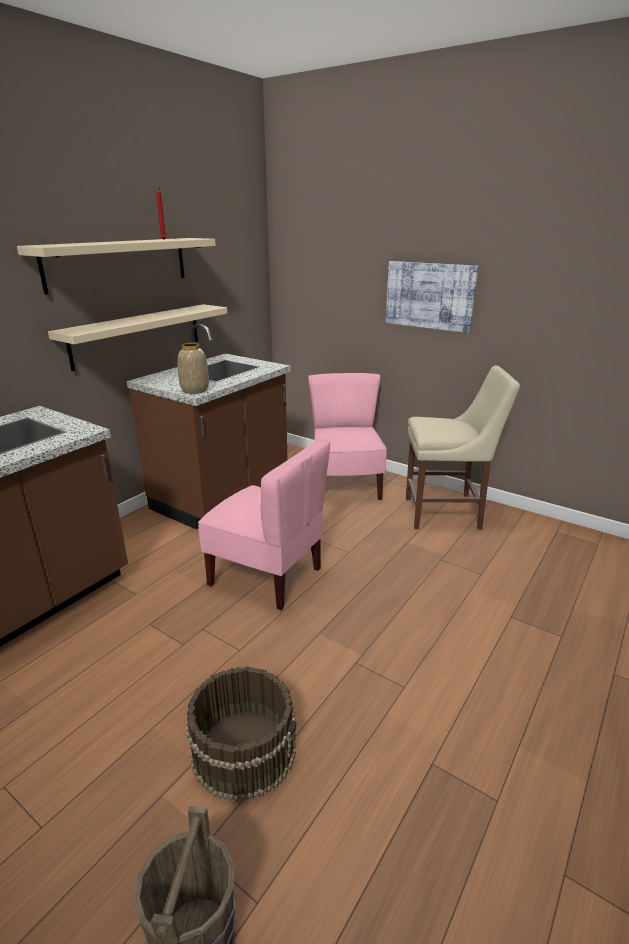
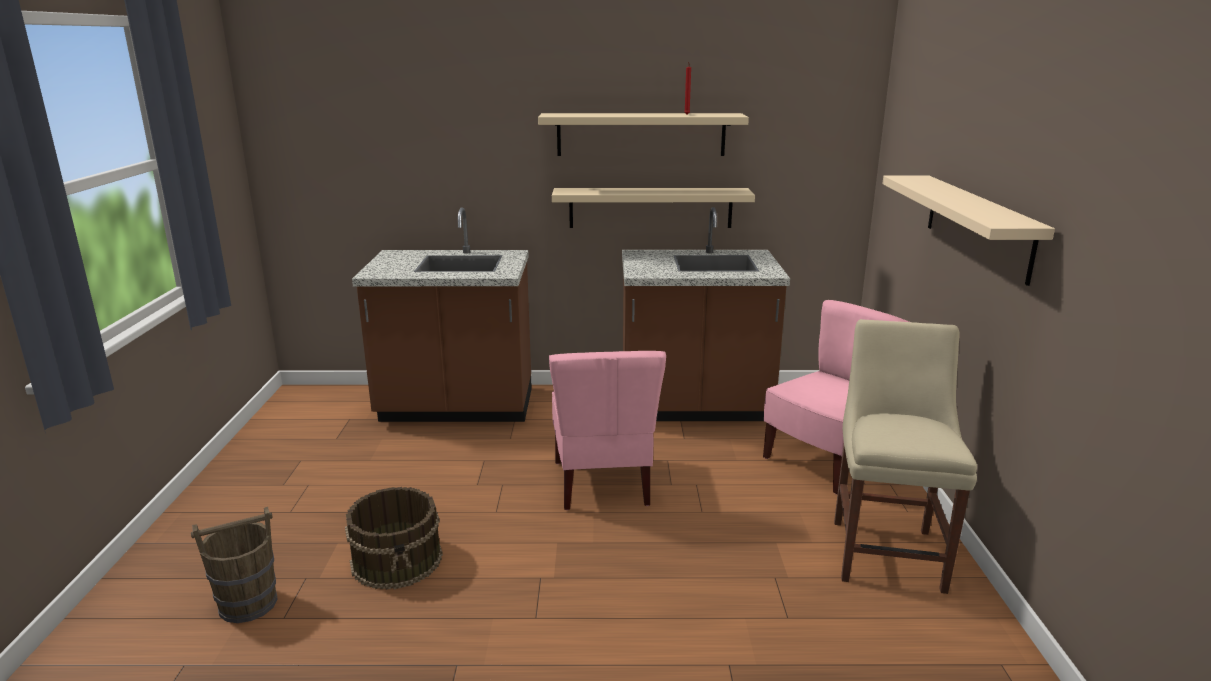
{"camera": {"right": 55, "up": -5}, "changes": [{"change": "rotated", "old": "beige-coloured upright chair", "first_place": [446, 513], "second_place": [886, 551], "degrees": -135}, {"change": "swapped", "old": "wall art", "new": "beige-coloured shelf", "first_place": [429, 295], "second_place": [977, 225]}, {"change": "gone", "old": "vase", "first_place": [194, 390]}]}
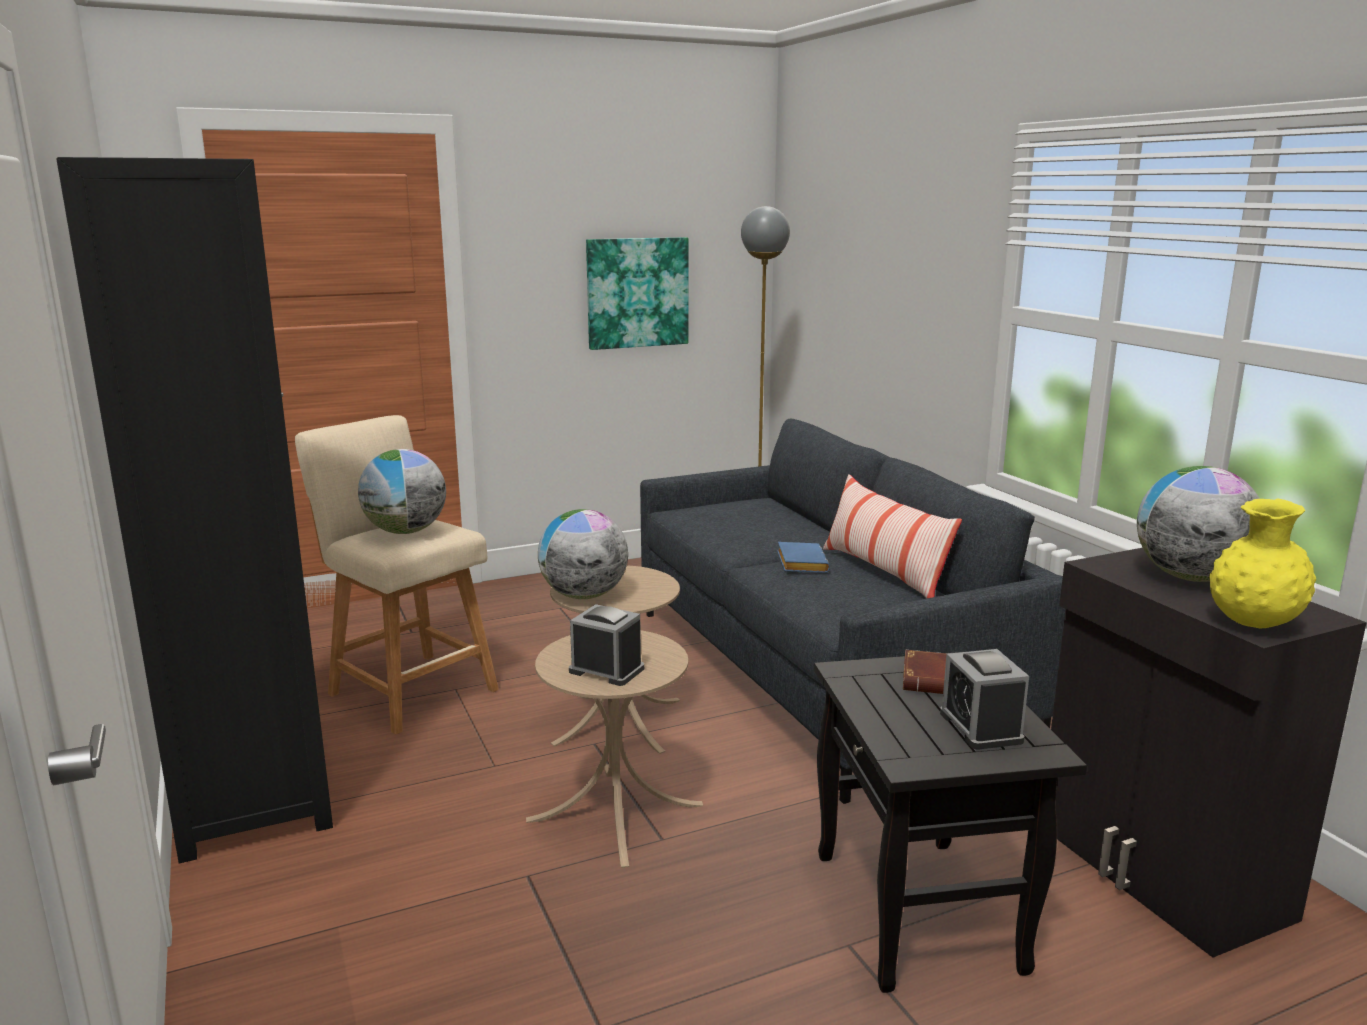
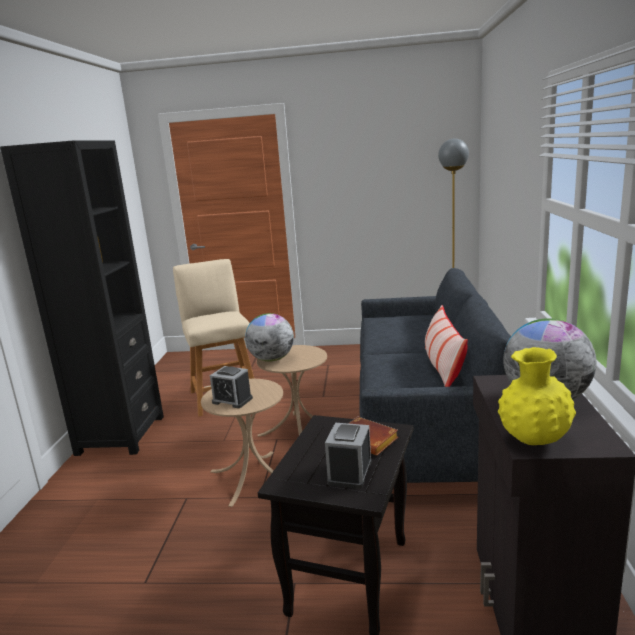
{"camera": {"right": 30, "up": 0}, "changes": [{"change": "rotated", "old": "bedside clock", "first_place": [606, 670], "second_place": [232, 400], "degrees": 150}, {"change": "gone", "old": "globe", "first_place": [405, 531]}, {"change": "gone", "old": "wall art", "first_place": [637, 292]}, {"change": "gone", "old": "bluish book", "first_place": [800, 563]}]}
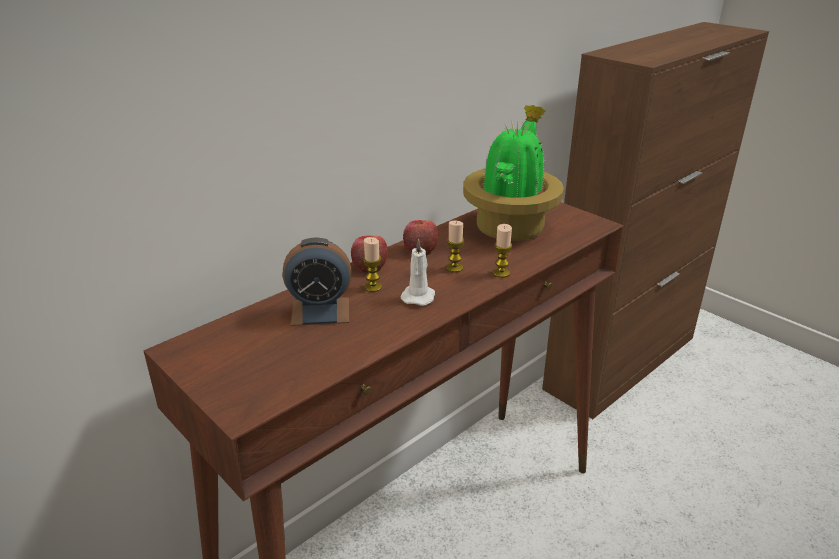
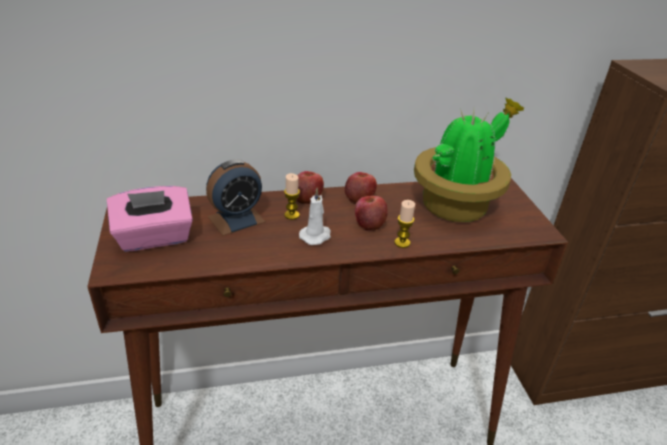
{"camera": {"right": 30, "up": 5}, "changes": [{"change": "new", "new": "pink box of tissues", "second_place": [155, 238]}, {"change": "rotated", "old": "bedside clock", "first_place": [320, 311], "second_place": [236, 219], "degrees": -60}, {"change": "swapped", "old": "wax candle", "new": "apple", "first_place": [454, 268], "second_place": [369, 223]}]}
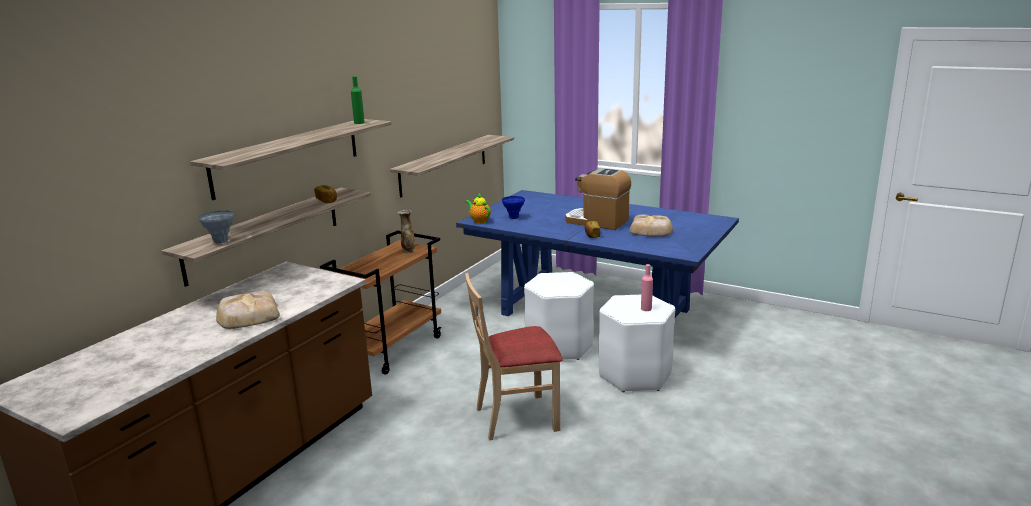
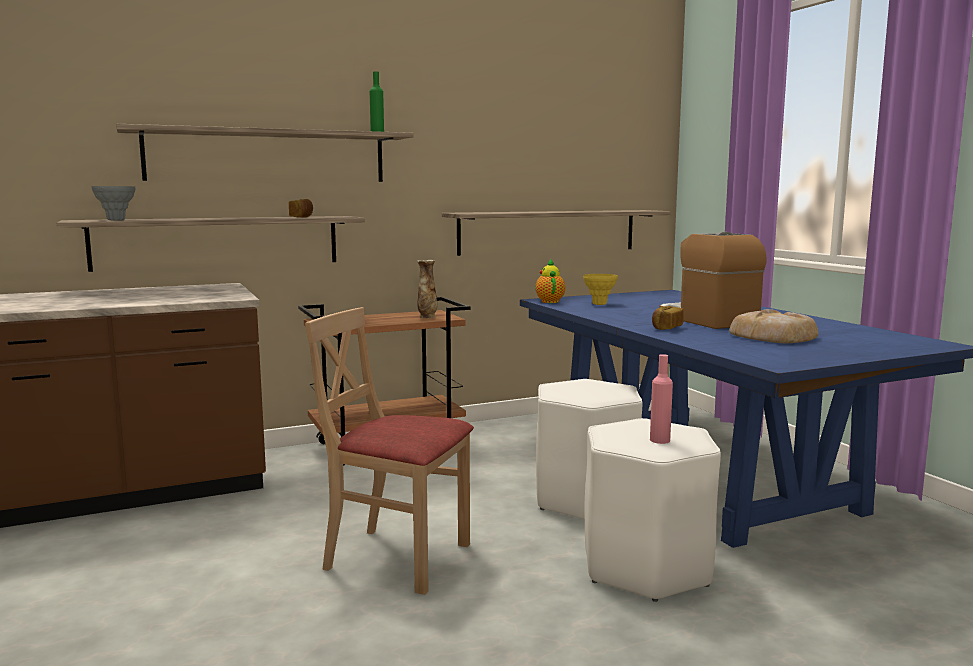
{"camera": {"right": 35, "up": -10}, "changes": [{"change": "repainted", "old": "bluish vase", "new": "yellow vase", "first_place": [513, 217], "second_place": [599, 304]}, {"change": "gone", "old": "baked bread", "first_place": [247, 316]}]}
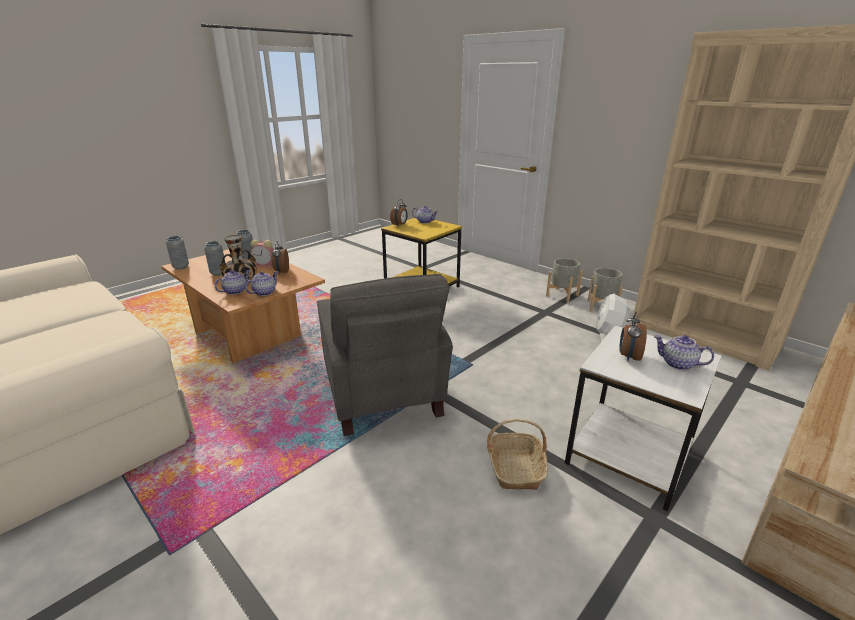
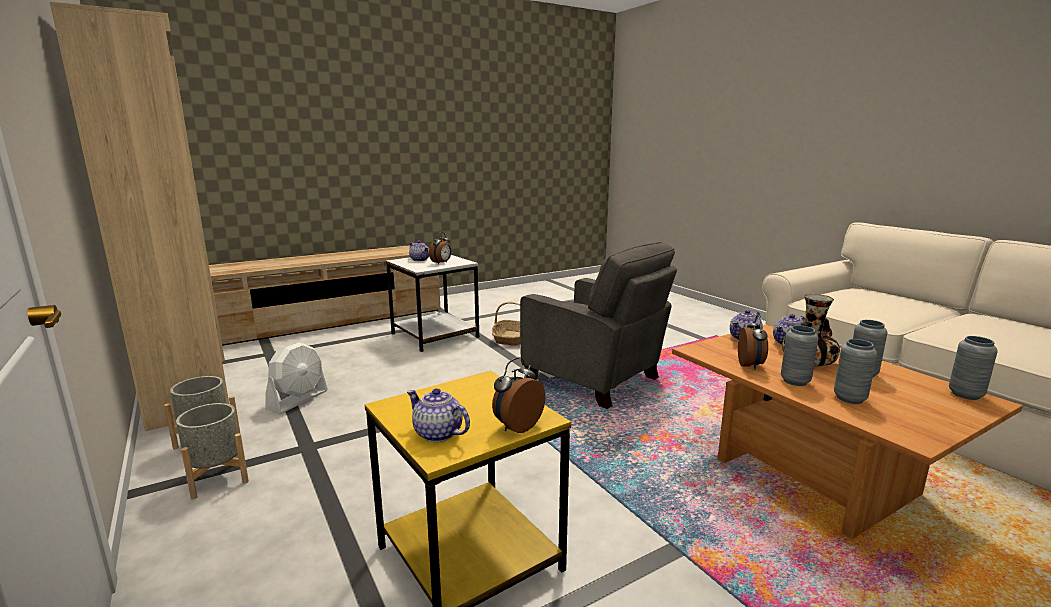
{"camera": {"right": -165, "up": -10}, "changes": [{"change": "rotated", "old": "greyish easy chair", "first_place": [383, 397], "second_place": [595, 380], "degrees": 135}, {"change": "swapped", "old": "bedside clock", "new": "greyish vase", "first_place": [265, 265], "second_place": [795, 381]}]}
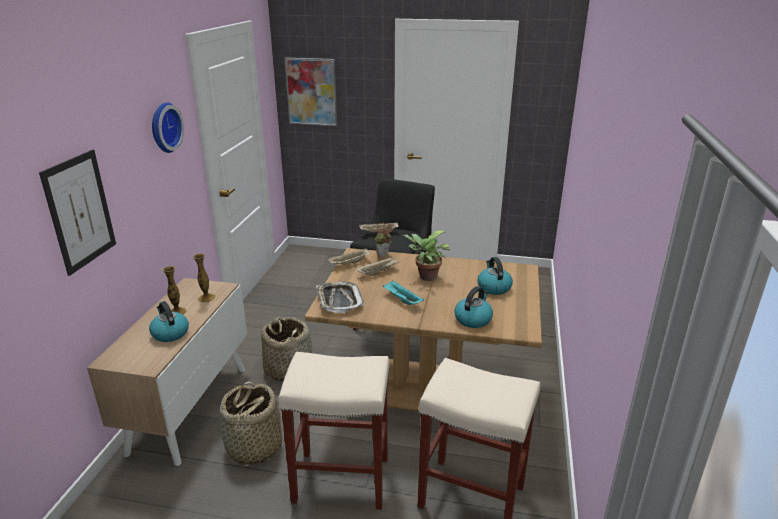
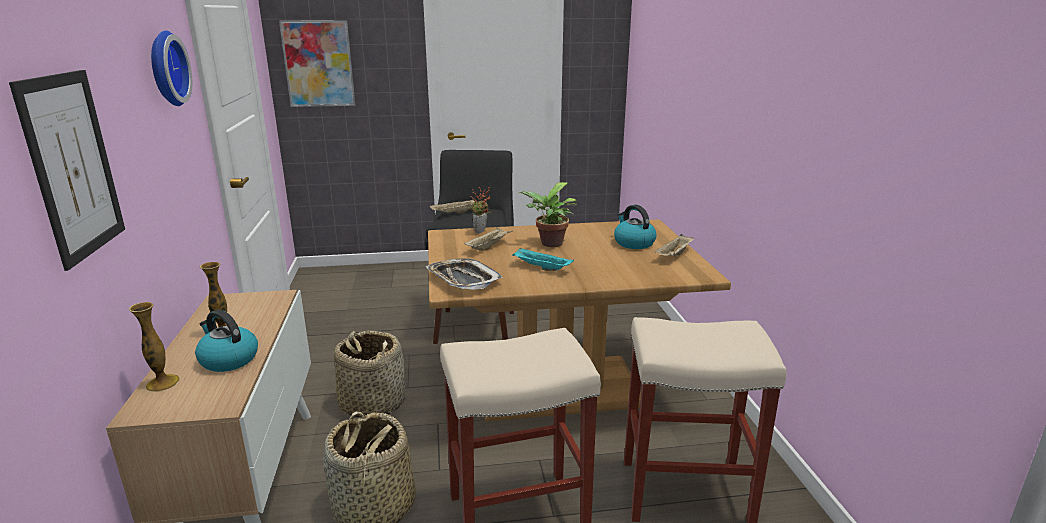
{"camera": {"right": -20, "up": -5}, "changes": [{"change": "shifted", "old": "vase", "first_place": [206, 298], "second_place": [162, 383]}, {"change": "shifted", "old": "beige-coloured serving tray", "first_place": [349, 263], "second_place": [674, 255]}, {"change": "gone", "old": "kettle", "first_place": [473, 319]}]}
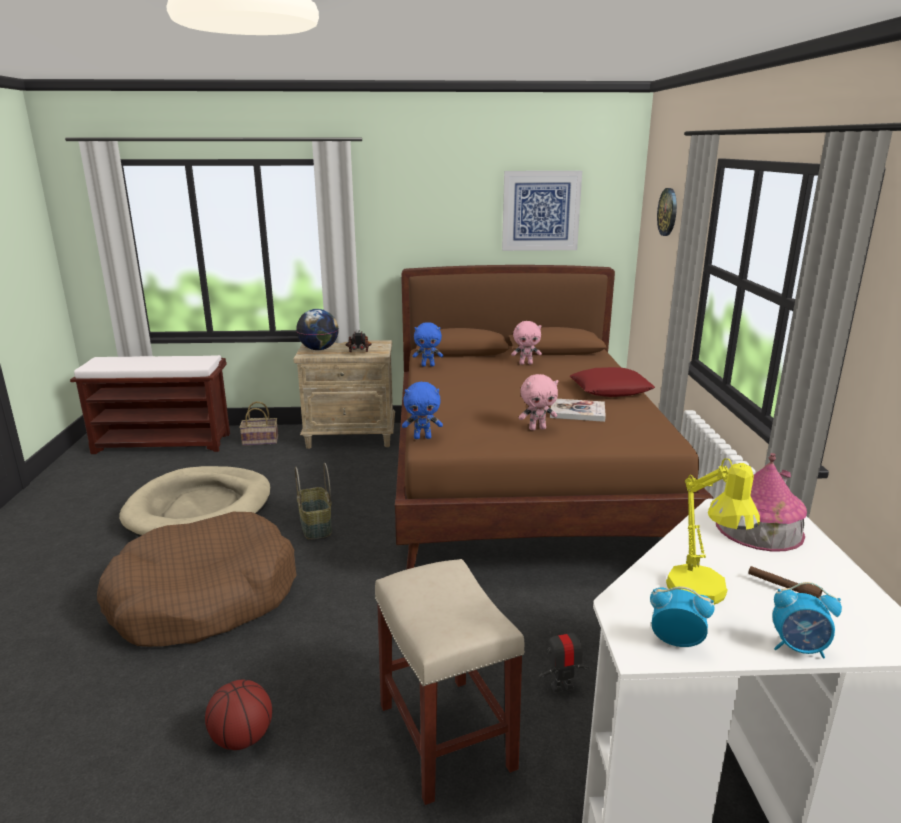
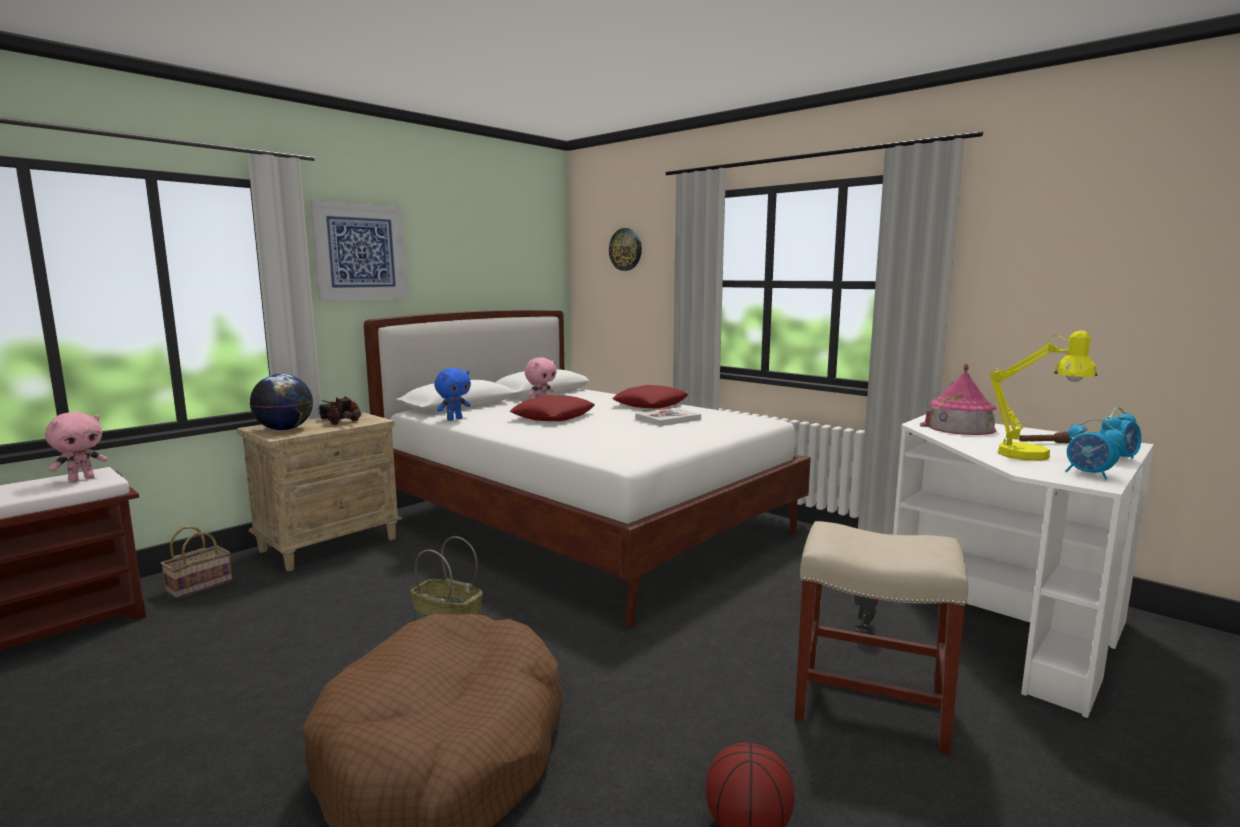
{"camera": {"right": -45, "up": -10}, "changes": [{"change": "shifted", "old": "pink soft toy", "first_place": [537, 428], "second_place": [81, 479]}, {"change": "shifted", "old": "wall art", "first_place": [541, 211], "second_place": [360, 252]}, {"change": "repainted", "old": "brown sleeping bed", "new": "white sleeping bed", "first_place": [522, 485], "second_place": [584, 524]}, {"change": "new", "new": "reddish pillow", "second_place": [553, 416]}, {"change": "rotated", "old": "bedside clock", "first_place": [675, 641], "second_place": [1088, 474], "degrees": -105}, {"change": "gone", "old": "beige-coloured dog cushion", "first_place": [200, 509]}, {"change": "gone", "old": "bluish soft toy", "first_place": [422, 437]}]}
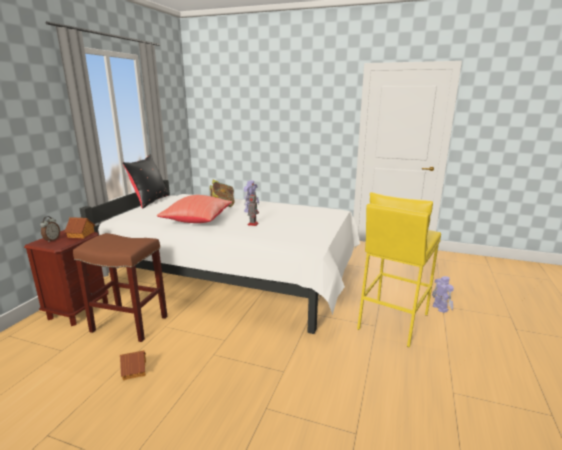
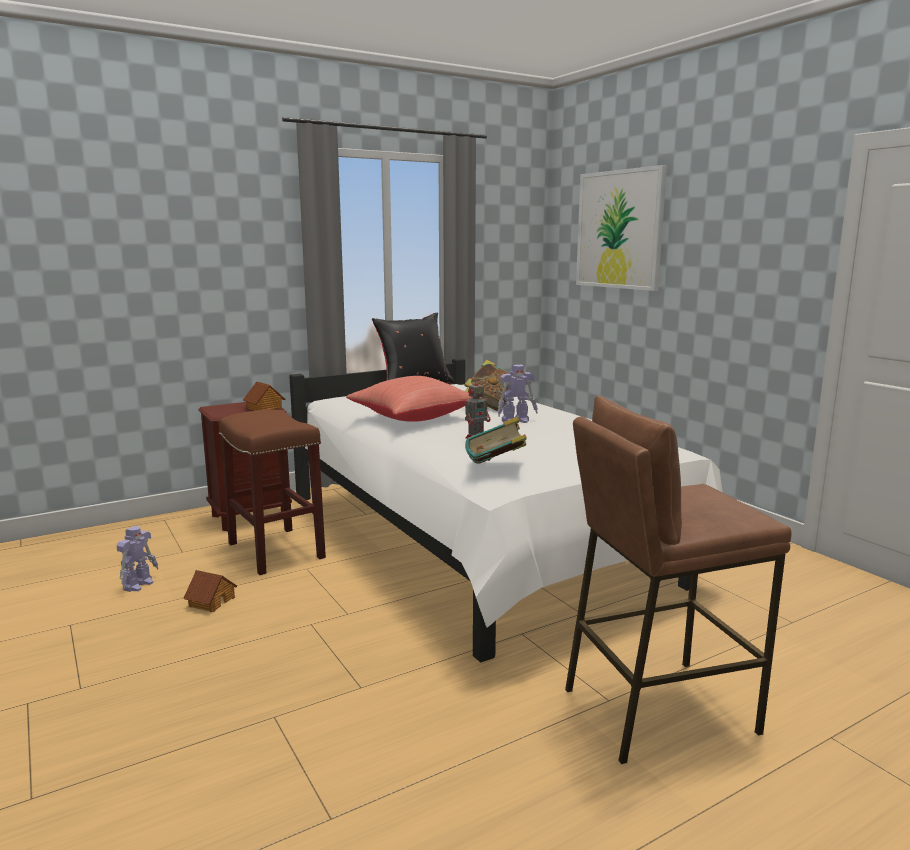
{"camera": {"right": 40, "up": -5}, "changes": [{"change": "shifted", "old": "robot figure", "first_place": [440, 307], "second_place": [139, 584]}, {"change": "new", "new": "book", "second_place": [496, 469]}, {"change": "repainted", "old": "yellow stool seat", "new": "brown stool seat", "first_place": [392, 321], "second_place": [657, 709]}, {"change": "new", "new": "wall art", "second_place": [619, 230]}, {"change": "gone", "old": "bedside clock", "first_place": [52, 240]}]}
